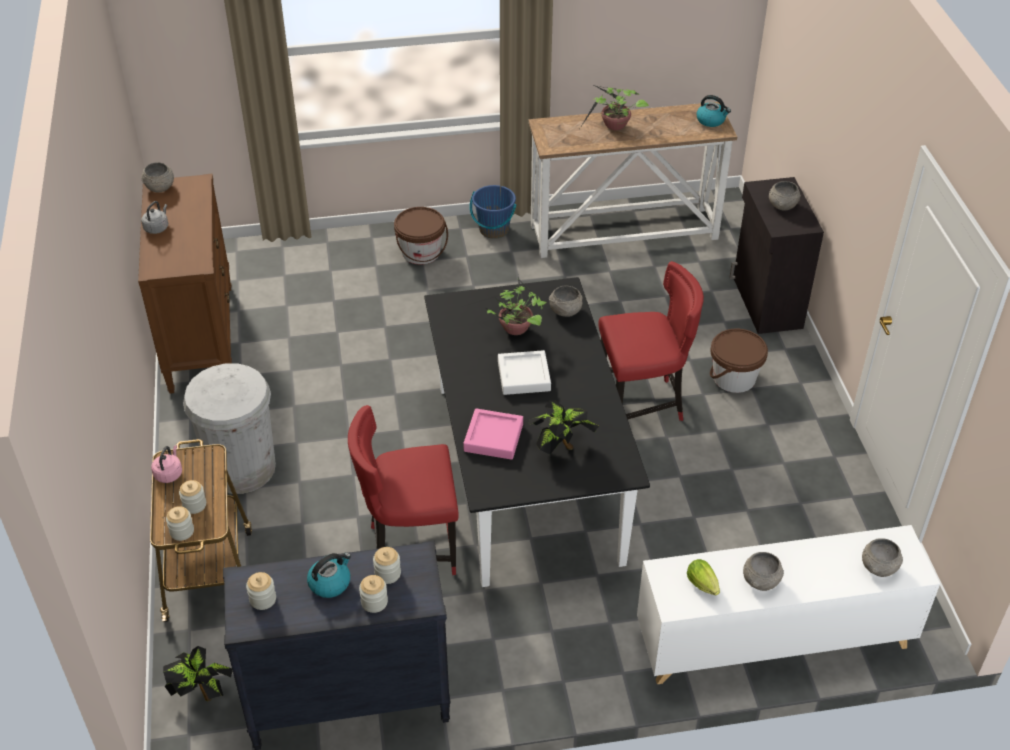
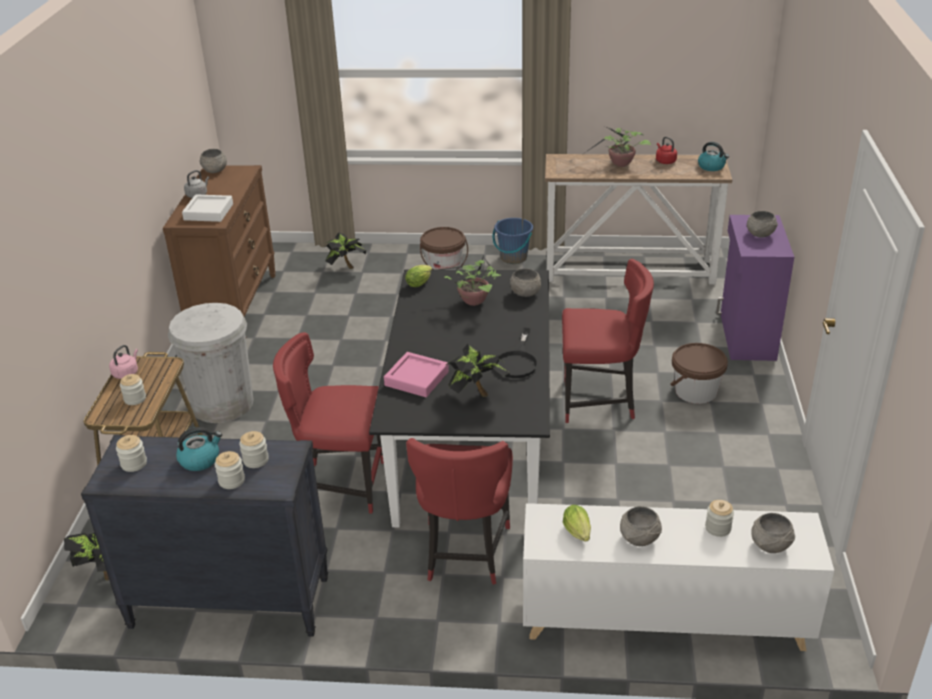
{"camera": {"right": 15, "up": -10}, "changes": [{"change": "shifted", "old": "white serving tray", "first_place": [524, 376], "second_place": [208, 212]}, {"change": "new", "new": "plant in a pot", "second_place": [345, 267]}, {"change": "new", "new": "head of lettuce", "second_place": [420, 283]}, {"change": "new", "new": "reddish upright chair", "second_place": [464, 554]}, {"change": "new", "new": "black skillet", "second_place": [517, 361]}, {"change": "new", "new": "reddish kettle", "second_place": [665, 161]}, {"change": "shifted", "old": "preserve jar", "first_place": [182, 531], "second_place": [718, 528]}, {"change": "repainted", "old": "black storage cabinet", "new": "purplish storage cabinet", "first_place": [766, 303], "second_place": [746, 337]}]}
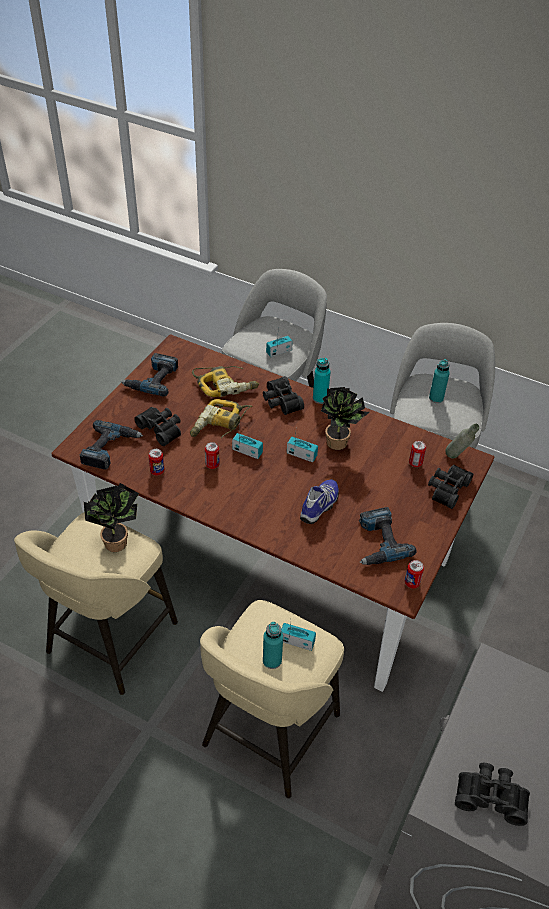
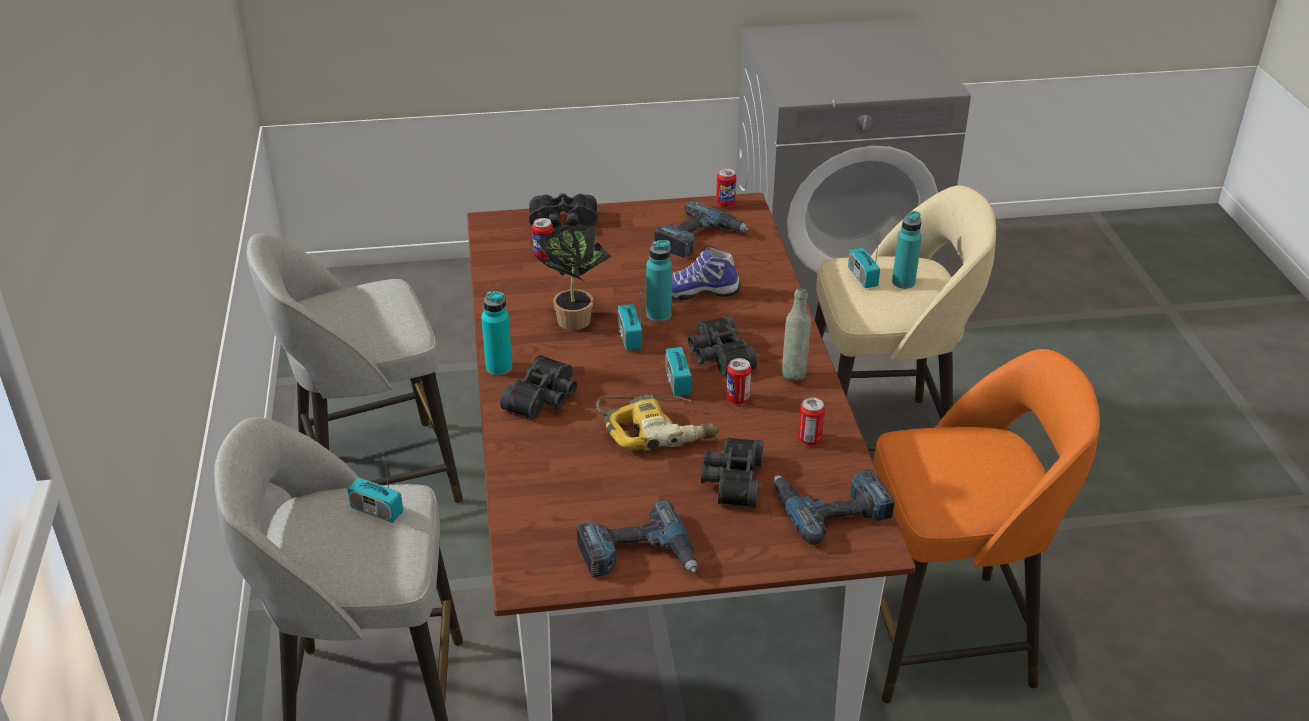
{"camera": {"right": -125, "up": -10}, "changes": [{"change": "shifted", "old": "turquoise bottle", "first_place": [436, 398], "second_place": [658, 314]}, {"change": "shifted", "old": "black pair of binoculars", "first_place": [490, 795], "second_place": [718, 356]}, {"change": "shifted", "old": "greyish bottle", "first_place": [457, 458], "second_place": [794, 372]}, {"change": "repainted", "old": "beige-coloured stool seat", "new": "orange stool seat", "first_place": [109, 640], "second_place": [945, 636]}, {"change": "gone", "old": "plant in a pot", "first_place": [117, 540]}, {"change": "gone", "old": "electric drill", "first_place": [225, 385]}]}
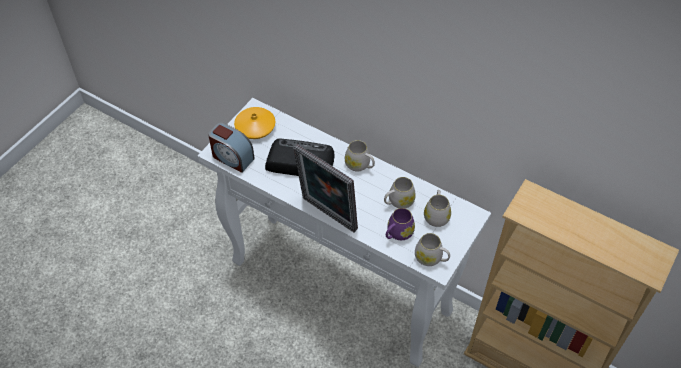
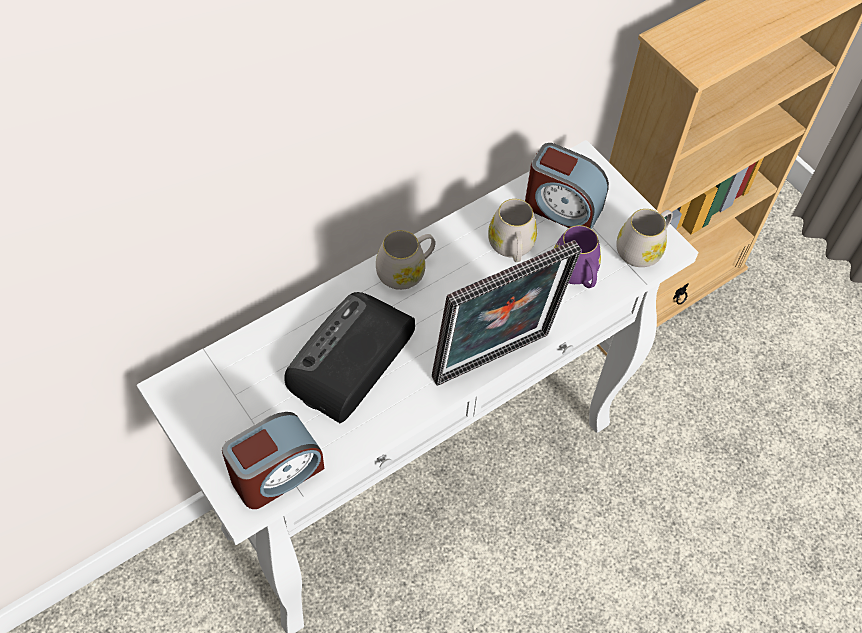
{"camera": {"right": -70, "up": 5}, "changes": [{"change": "swapped", "old": "white coffee mug", "new": "bedside clock", "first_place": [436, 215], "second_place": [562, 208]}, {"change": "gone", "old": "orange vase", "first_place": [255, 127]}]}
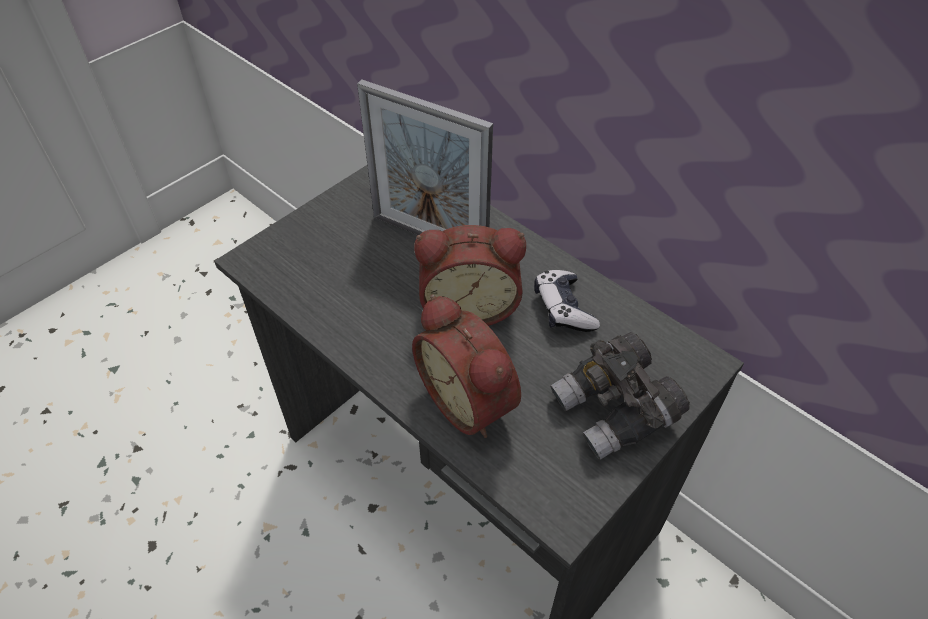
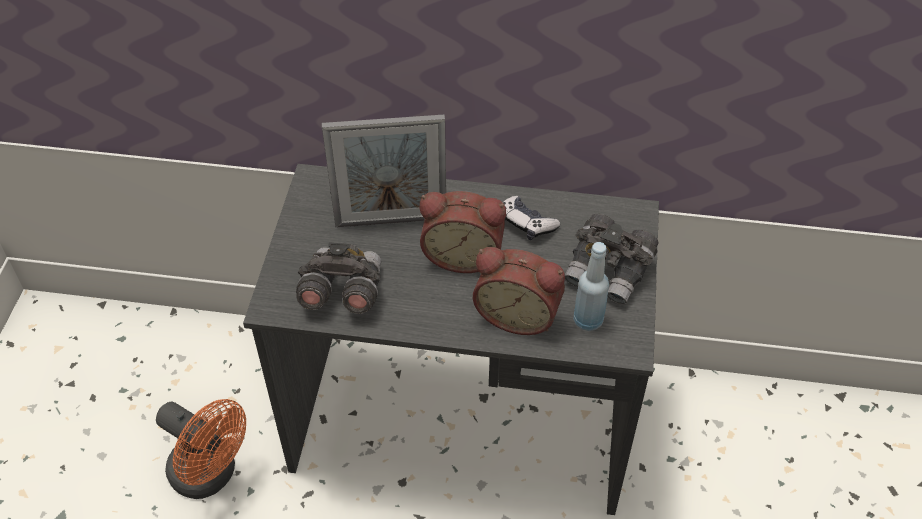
{"camera": {"right": -35, "up": 0}, "changes": [{"change": "new", "new": "orange fan", "second_place": [211, 475]}, {"change": "new", "new": "greyish pair of binoculars", "second_place": [341, 293]}, {"change": "rotated", "old": "bedside clock", "first_place": [469, 306], "second_place": [463, 254], "degrees": 45}, {"change": "new", "new": "bluish bottle", "second_place": [587, 321]}]}
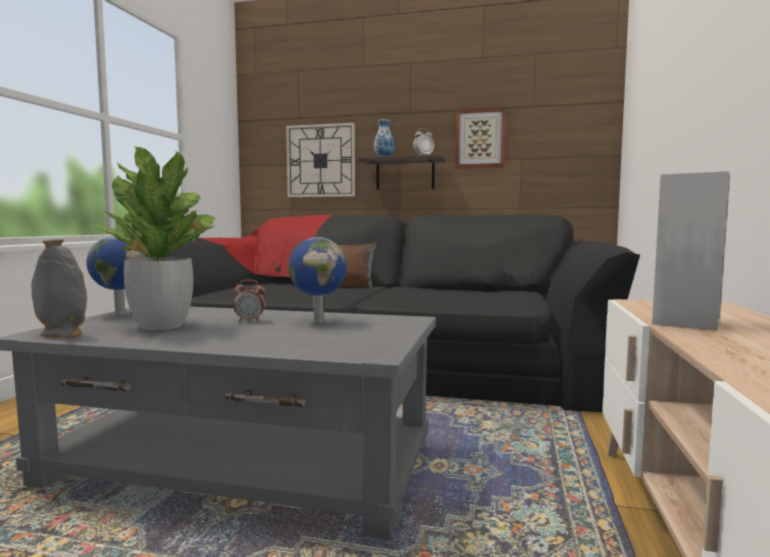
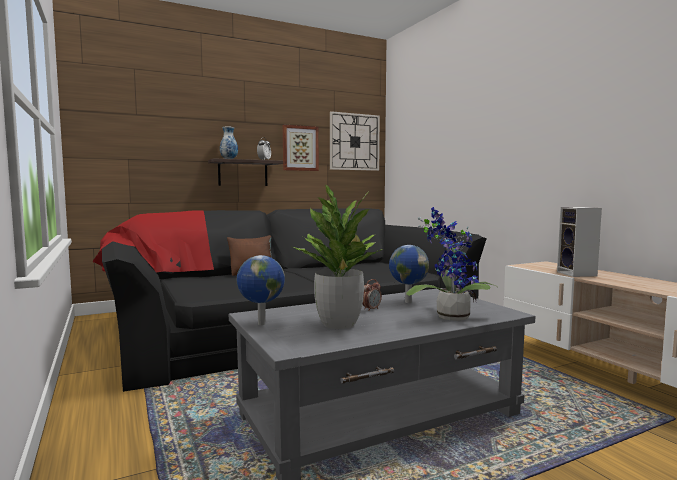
{"camera": {"right": -40, "up": 0}, "changes": [{"change": "shifted", "old": "clock on the wall", "first_place": [320, 161], "second_place": [354, 142]}, {"change": "new", "new": "plant in a pot", "second_place": [449, 316]}, {"change": "gone", "old": "greyish vase", "first_place": [61, 335]}]}
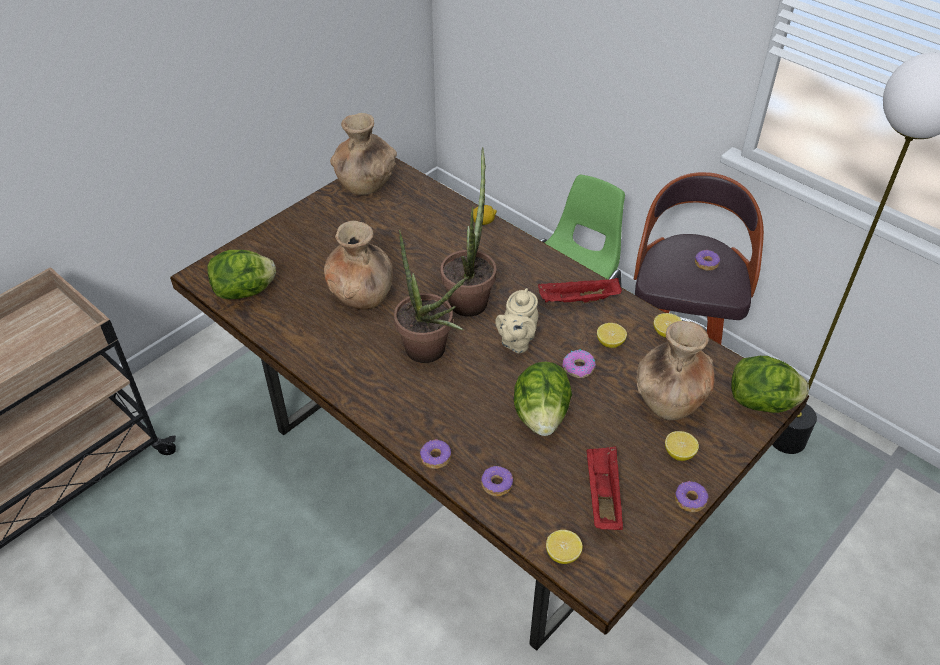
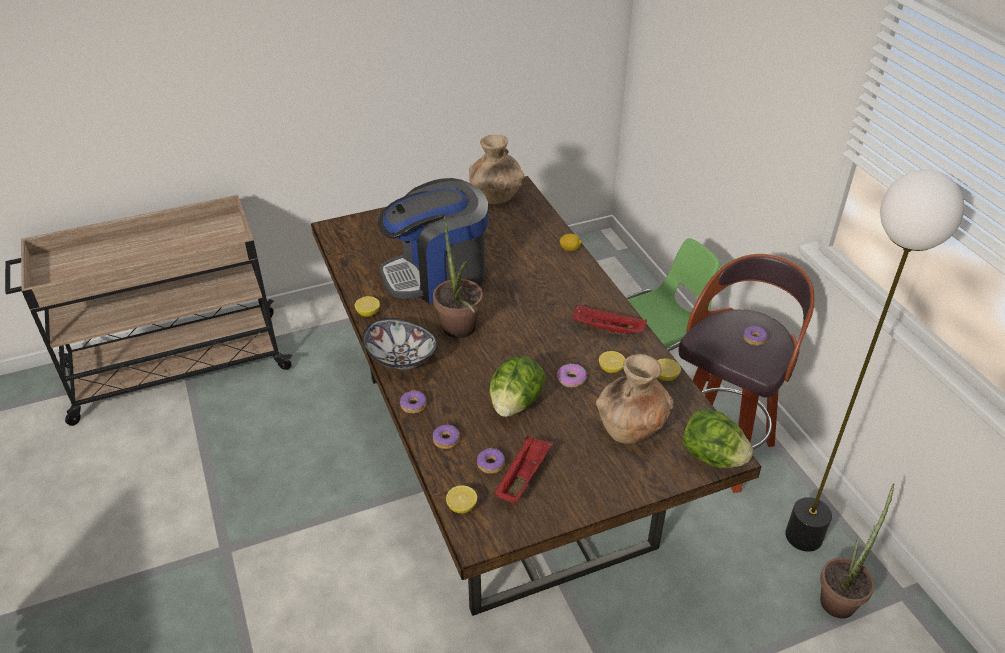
{"camera": {"right": 25, "up": -5}, "changes": [{"change": "shifted", "old": "lemon", "first_place": [679, 453], "second_place": [368, 313]}, {"change": "new", "new": "serving bowl", "second_place": [401, 358]}, {"change": "swapped", "old": "brown vase", "new": "coffee brewer", "first_place": [362, 296], "second_place": [437, 275]}, {"change": "shifted", "old": "ring doughnut", "first_place": [690, 500], "second_place": [490, 464]}, {"change": "shifted", "old": "plant in a pot", "first_place": [470, 297], "second_place": [840, 597]}, {"change": "gone", "old": "head of lettuce", "first_place": [245, 292]}, {"change": "gone", "old": "beige-coloured teapot", "first_place": [516, 341]}]}
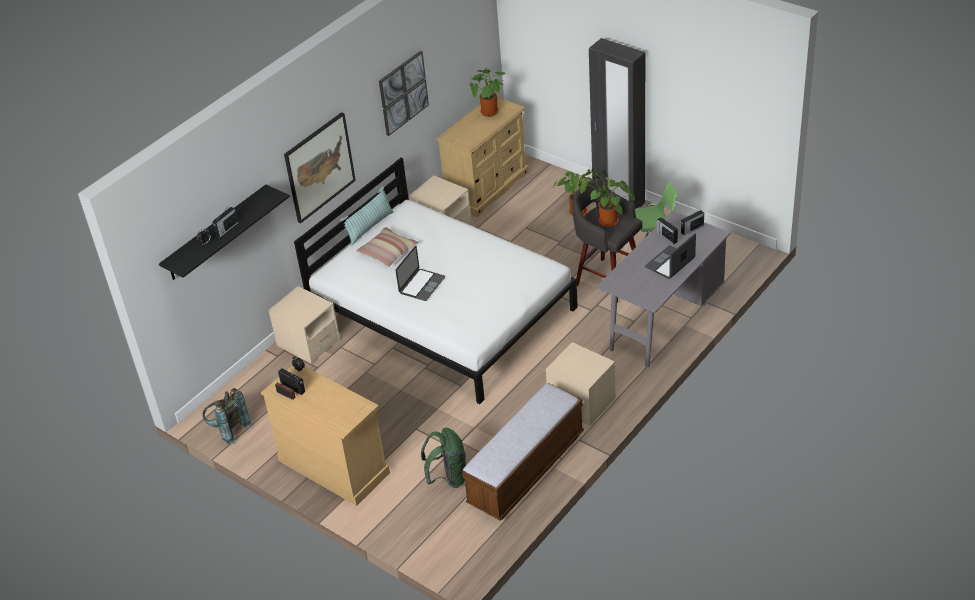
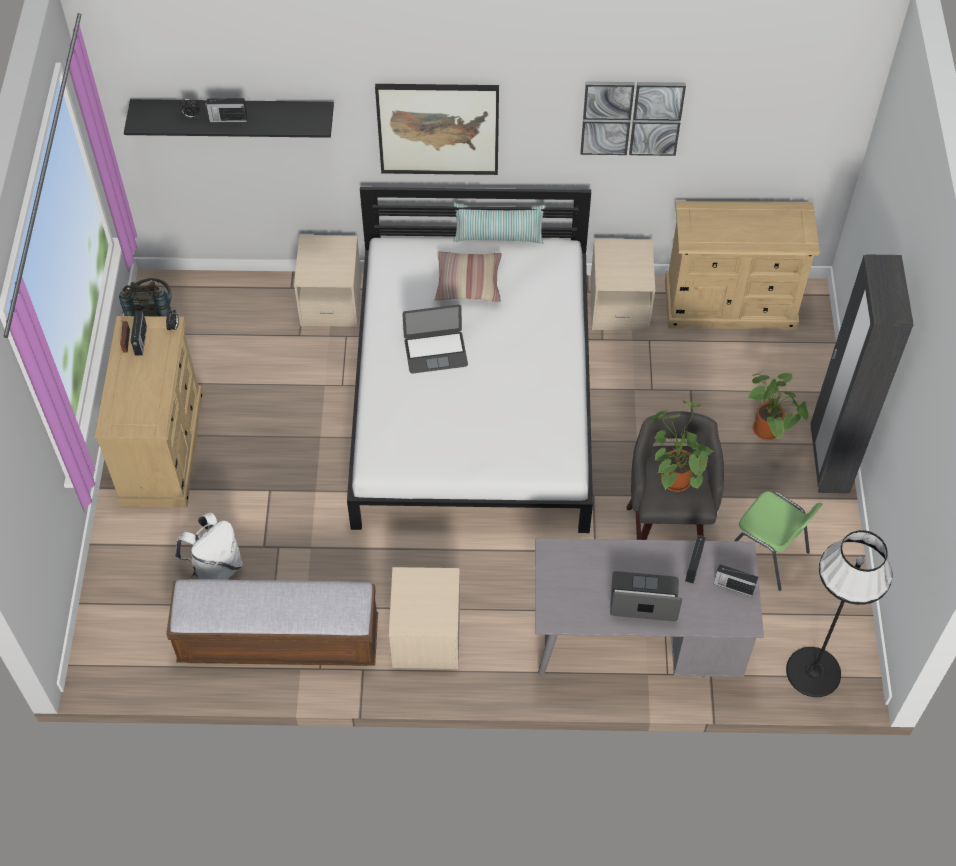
{"camera": {"right": 50, "up": 15}, "changes": [{"change": "repainted", "old": "greenish backpack", "new": "white backpack", "first_place": [448, 477], "second_place": [216, 569]}, {"change": "new", "new": "black standard lamp", "second_place": [813, 672]}, {"change": "gone", "old": "plant in a pot", "first_place": [490, 113]}]}
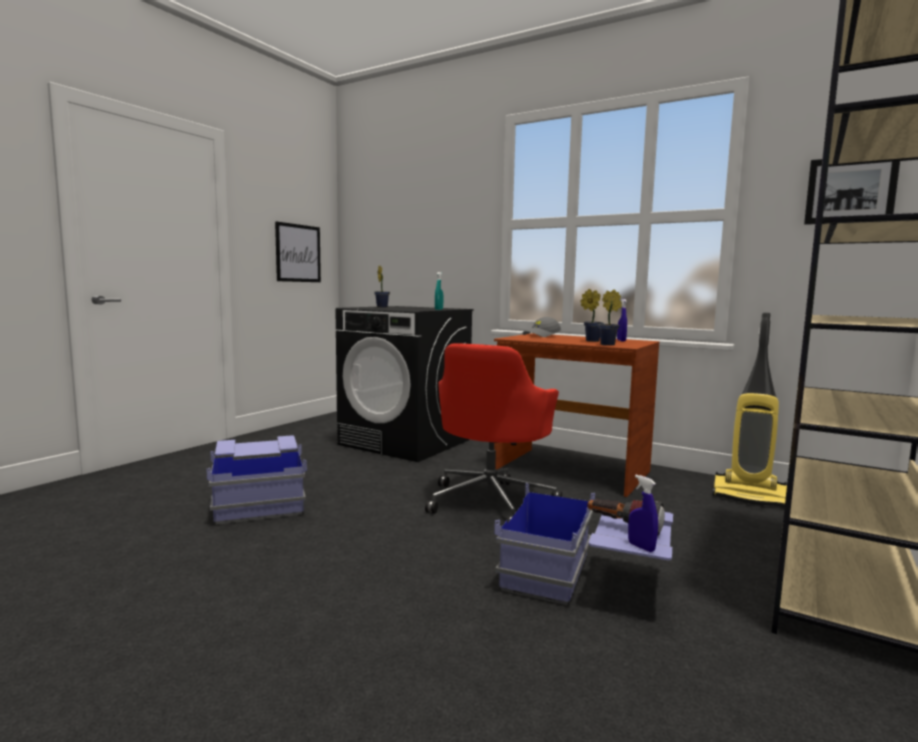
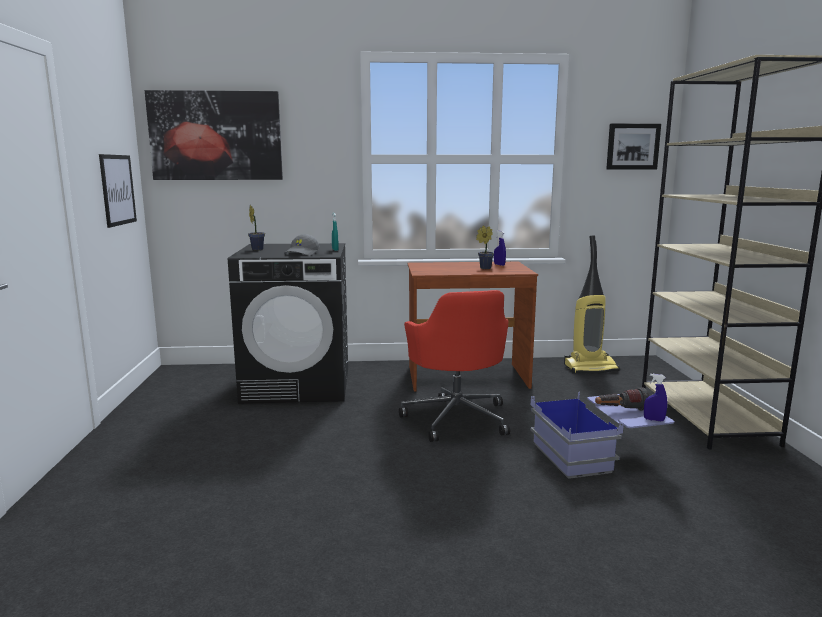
{"camera": {"right": -35, "up": 5}, "changes": [{"change": "new", "new": "wall art", "second_place": [216, 136]}, {"change": "shifted", "old": "greyish cap", "first_place": [541, 335], "second_place": [302, 253]}, {"change": "gone", "old": "bluish storage bin", "first_place": [259, 498]}, {"change": "gone", "old": "plant in a pot", "first_place": [609, 344]}]}
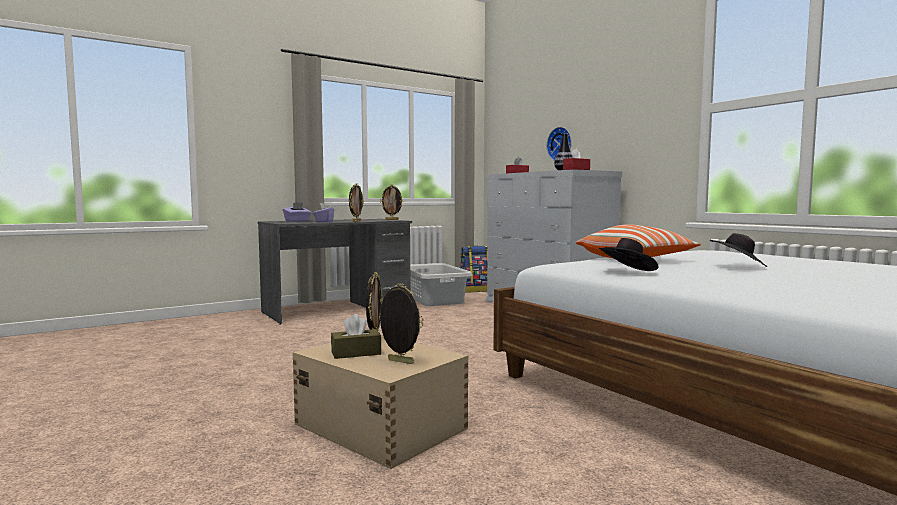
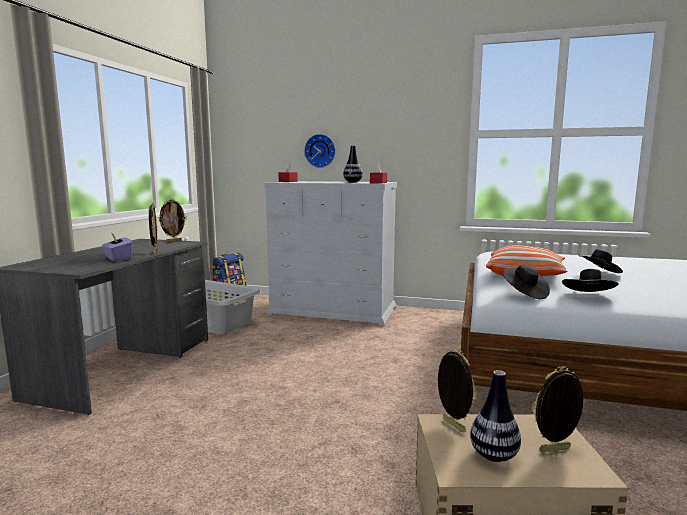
{"camera": {"right": -40, "up": 5}, "changes": [{"change": "swapped", "old": "brown box of tissues", "new": "vase", "first_place": [356, 353], "second_place": [494, 456]}, {"change": "new", "new": "black clothing hat", "second_place": [524, 293]}, {"change": "gone", "old": "purplish box of tissues", "first_place": [297, 221]}]}
